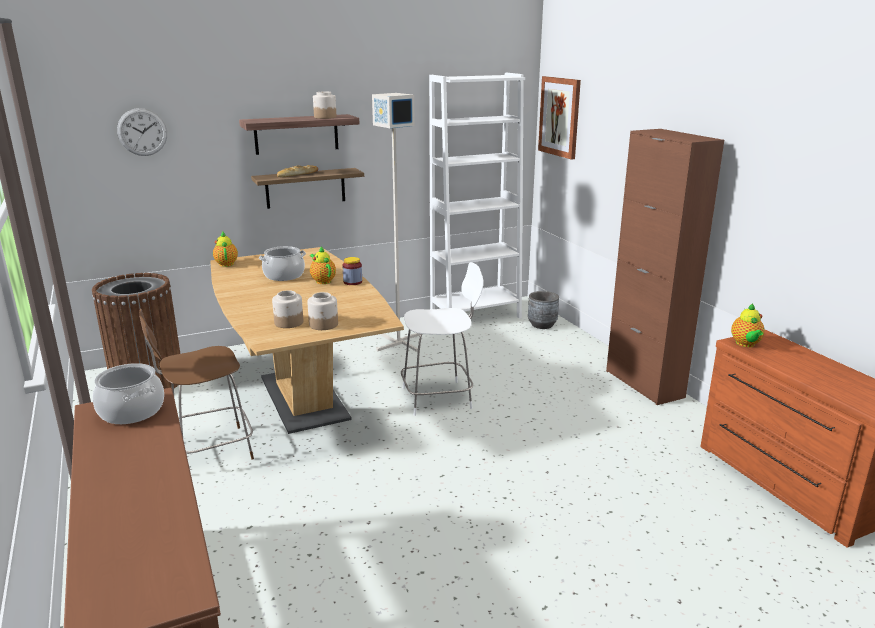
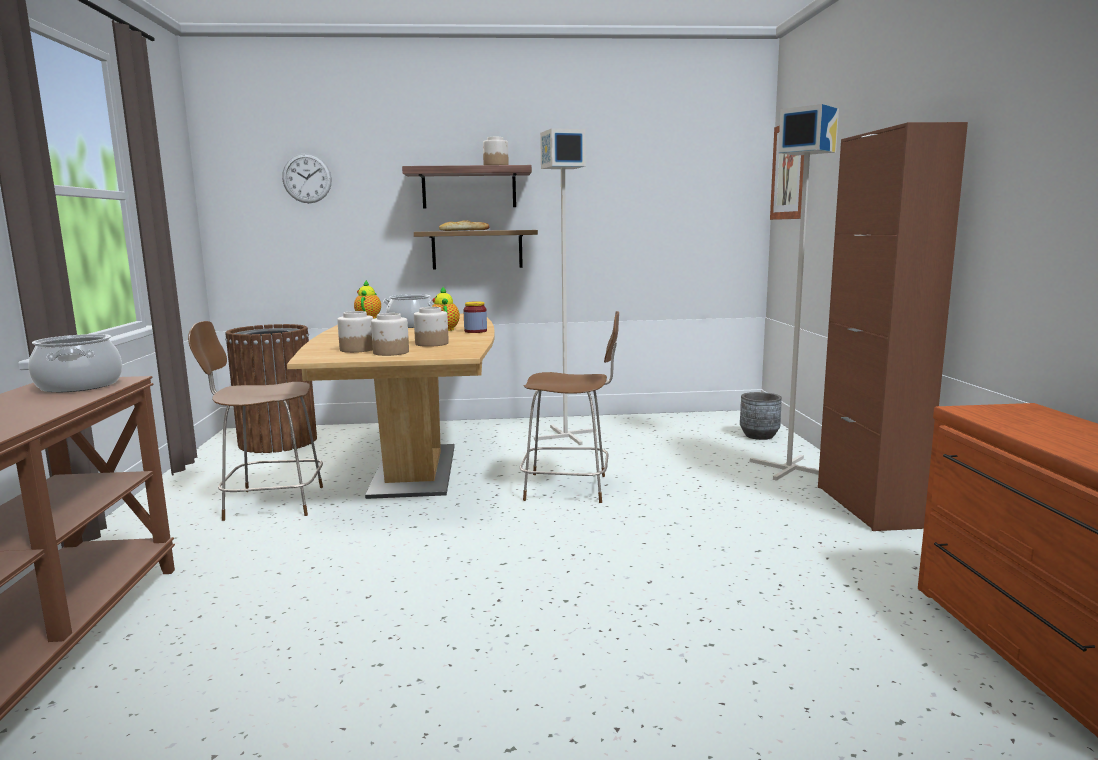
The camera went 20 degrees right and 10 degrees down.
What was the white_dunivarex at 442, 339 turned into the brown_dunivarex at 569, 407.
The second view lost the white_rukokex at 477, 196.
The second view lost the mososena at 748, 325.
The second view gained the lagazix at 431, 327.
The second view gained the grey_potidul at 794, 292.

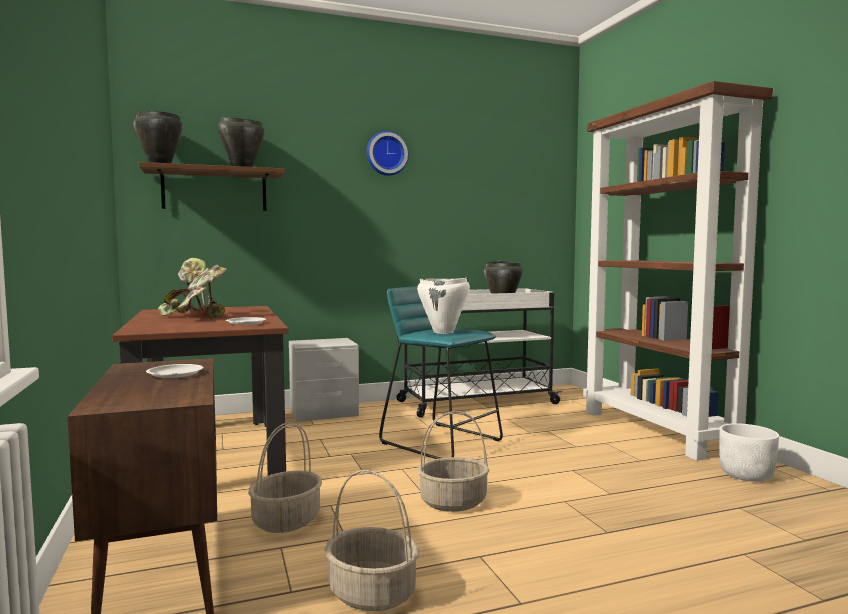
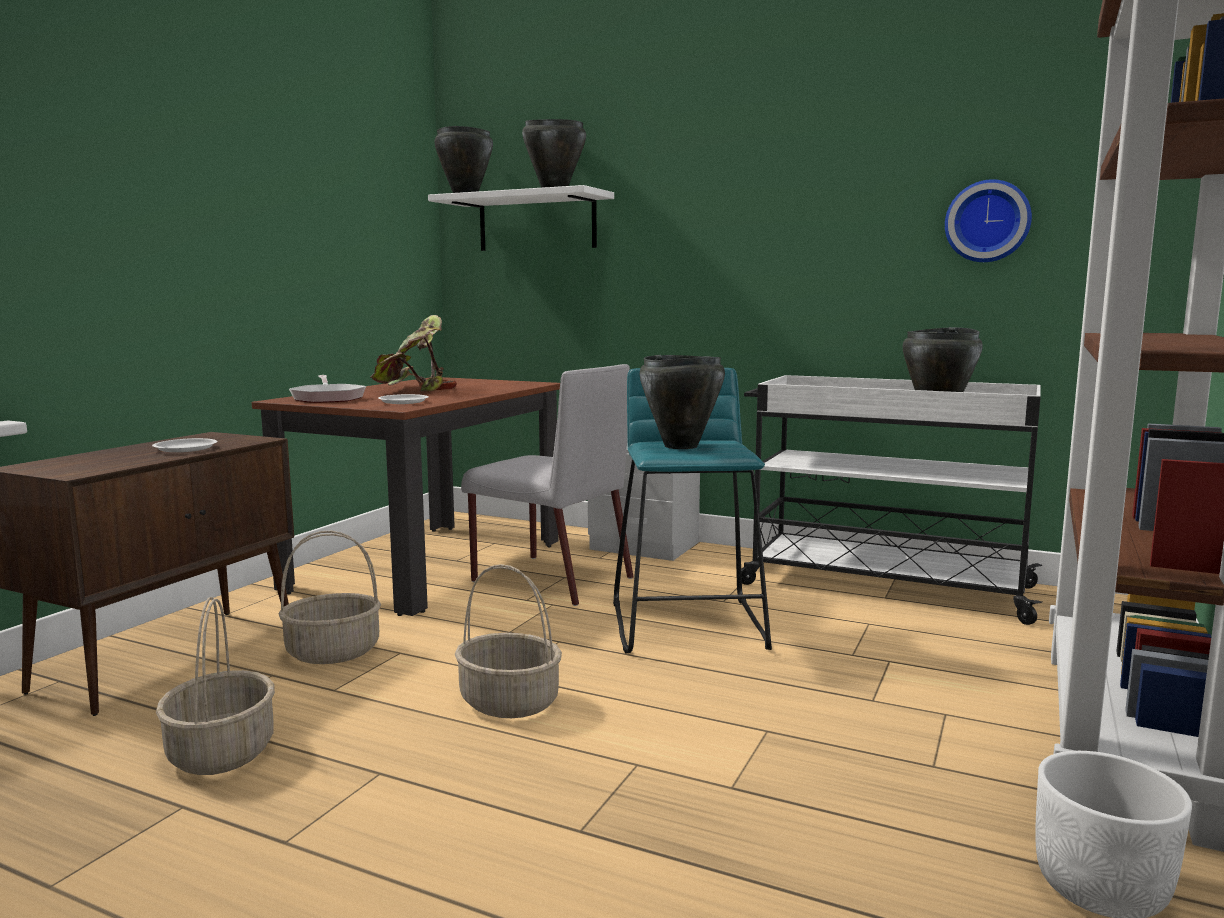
The camera went 45 degrees right and 5 degrees up.
What was the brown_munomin at 212, 186 turned into the white_munomin at 521, 218.
The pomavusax ended up elsewhere, having gone from 388, 153 to 988, 220.
What was the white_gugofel at 443, 305 turned into the black_gugofel at 682, 402.
The second view gained the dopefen at 327, 389.
The second view gained the grey_dunivarex at 547, 485.

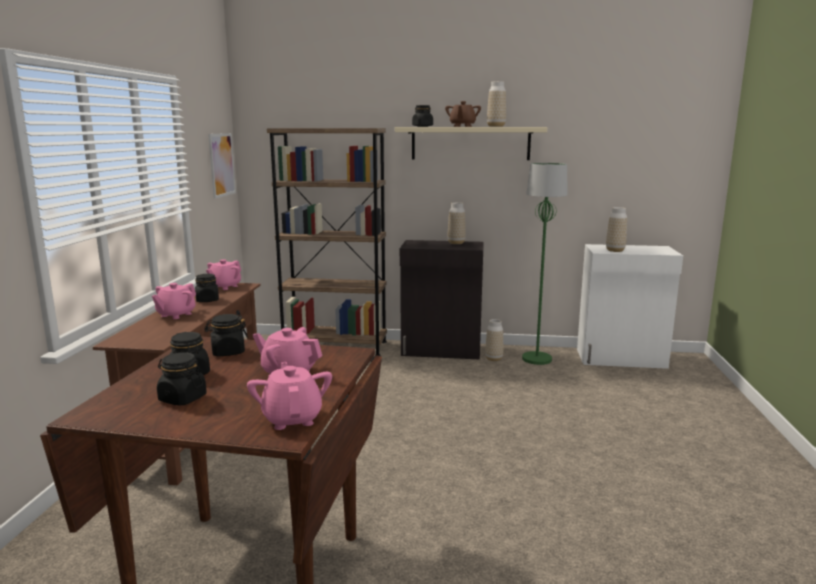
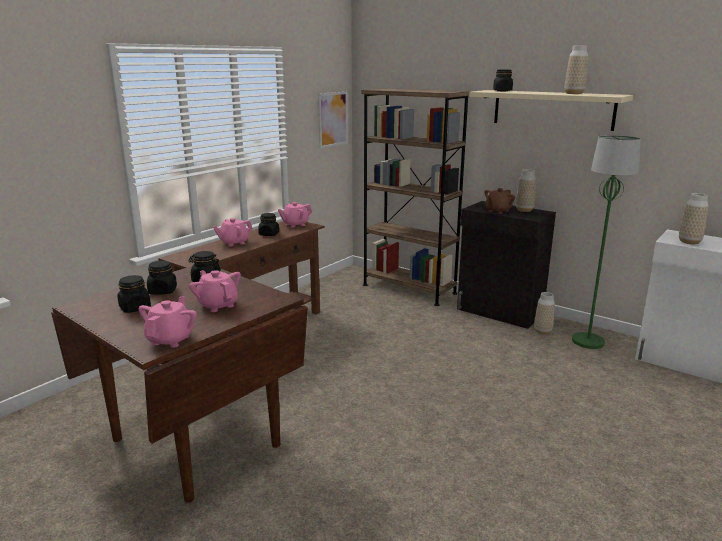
The camera went 30 degrees right and 5 degrees up.
The brown_mososena ended up elsewhere, having gone from 463, 114 to 500, 201.

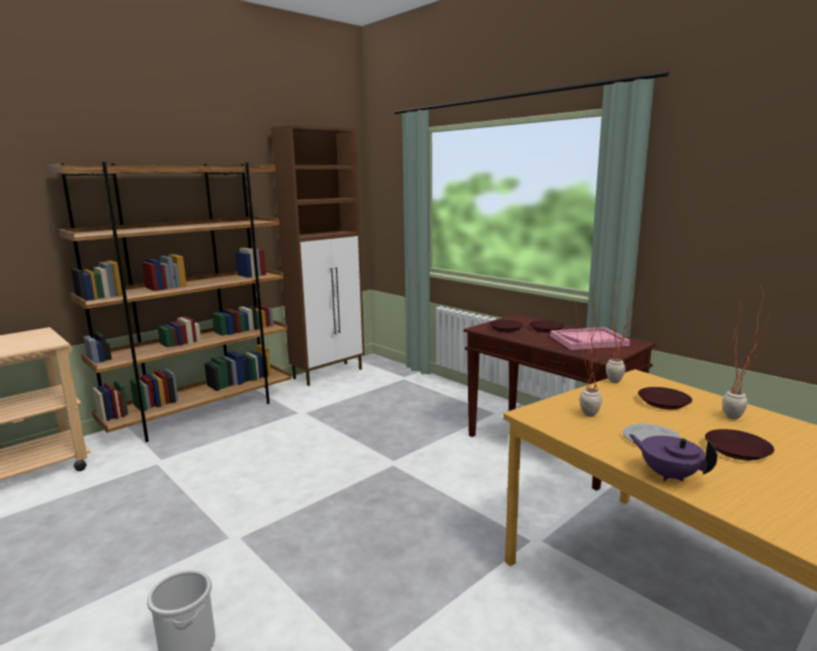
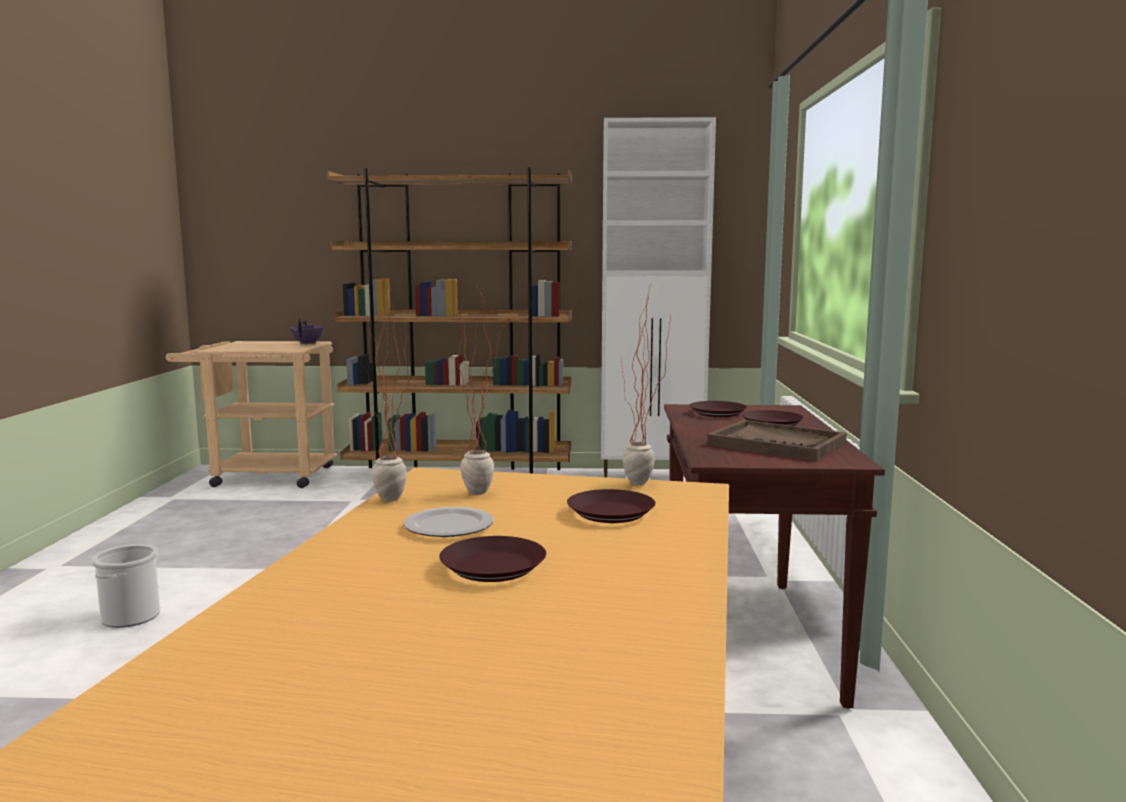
The camera went 45 degrees right and 5 degrees down.
What was the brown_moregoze at 318, 255 turned into the white_moregoze at 658, 297.
What was the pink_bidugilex at 590, 338 turned into the brown_bidugilex at 777, 440.
The purple_mososena ended up elsewhere, having gone from 673, 457 to 307, 331.
The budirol ended up elsewhere, having gone from 748, 353 to 388, 394.

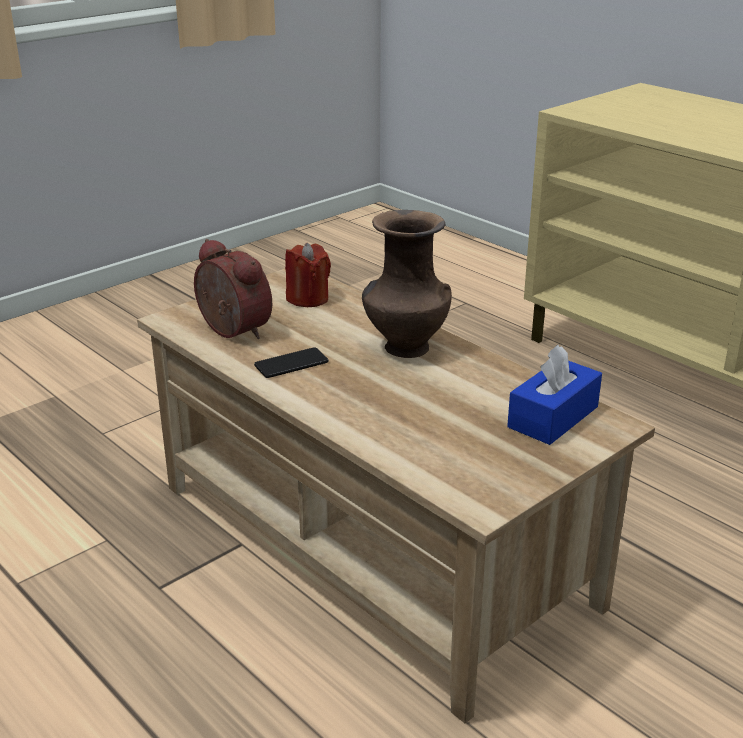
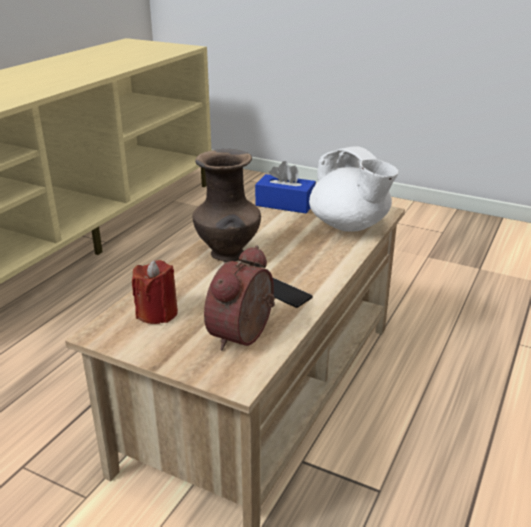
The camera went 110 degrees left and 0 degrees up.
The second view gained the white_mososena at 353, 189.

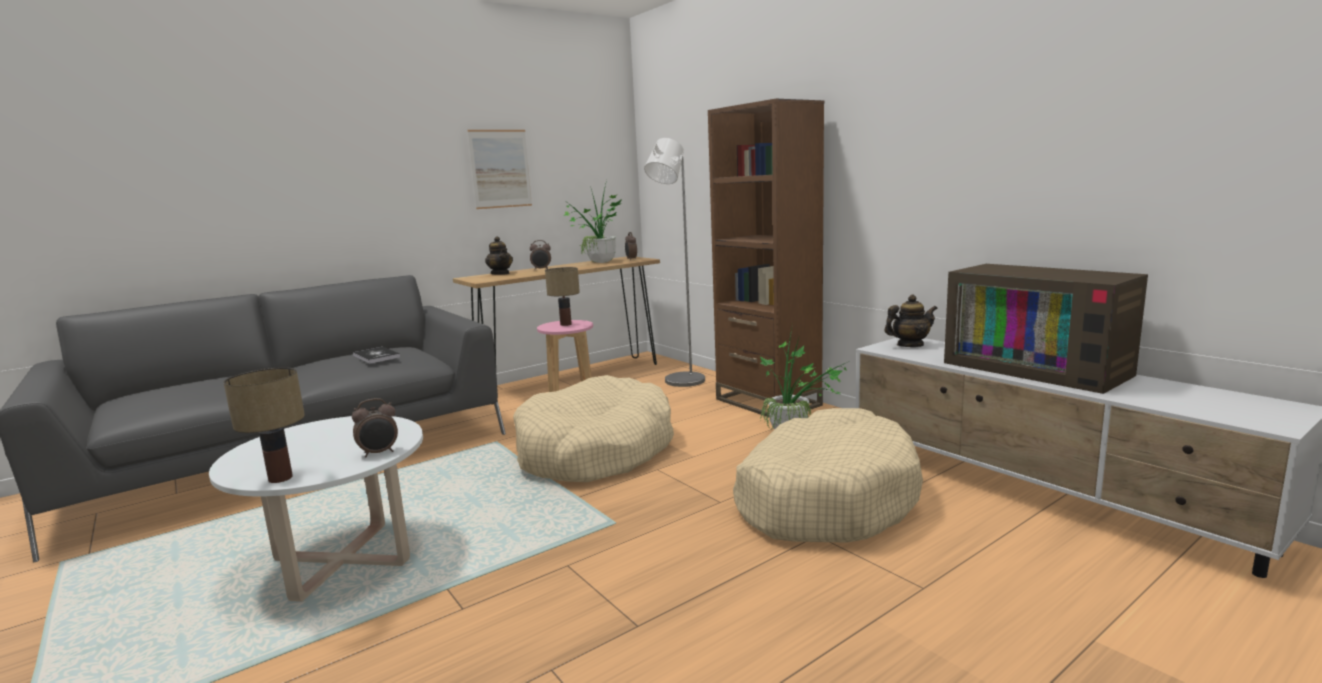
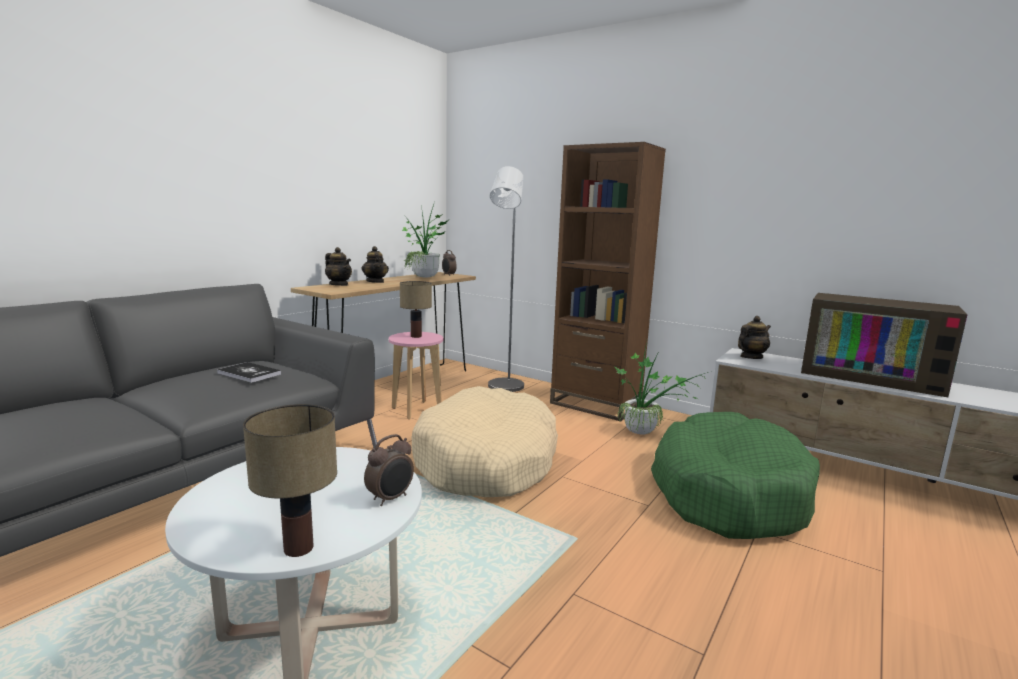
The camera went 20 degrees left and 0 degrees up.
The second view lost the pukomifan at 500, 169.
Where the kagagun stood at 540, 255, the mososena came to stand at 375, 264.
What was the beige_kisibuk at 828, 475 turned into the green_kisibuk at 735, 475.

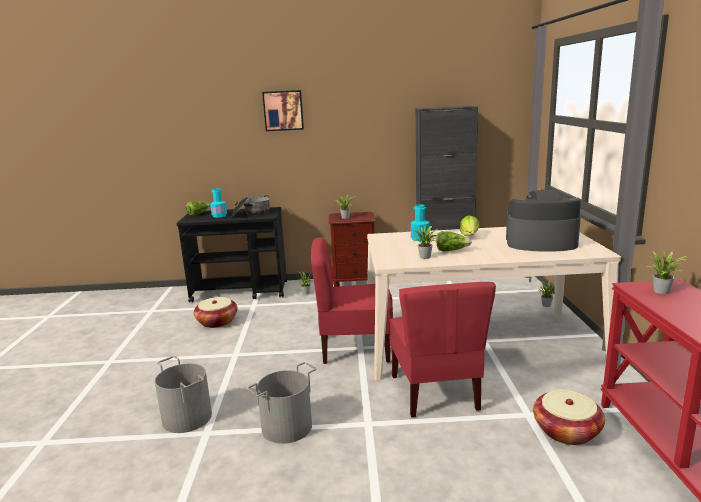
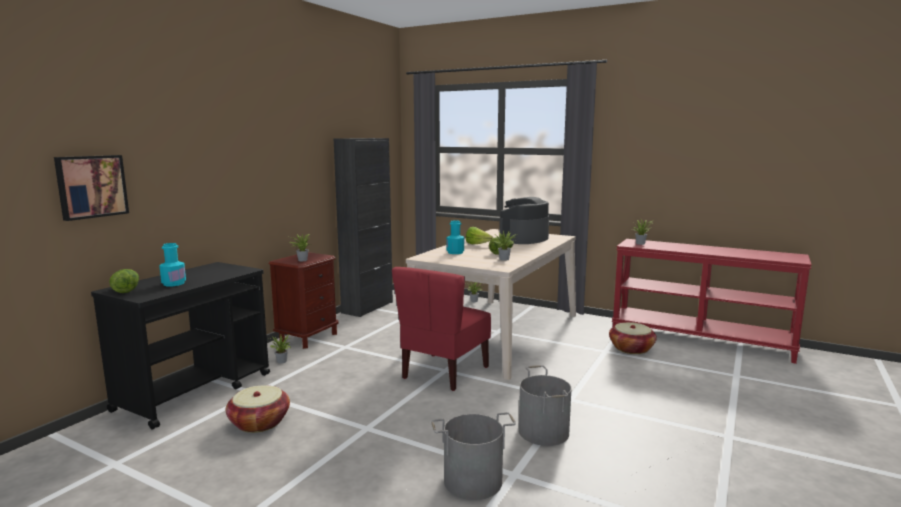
The camera went 60 degrees left and 5 degrees down.
The second view lost the gugofel at 251, 205.
The pukomifan ended up elsewhere, having gone from 283, 110 to 91, 188.
The second view lost the red_dunivarex at 442, 349.

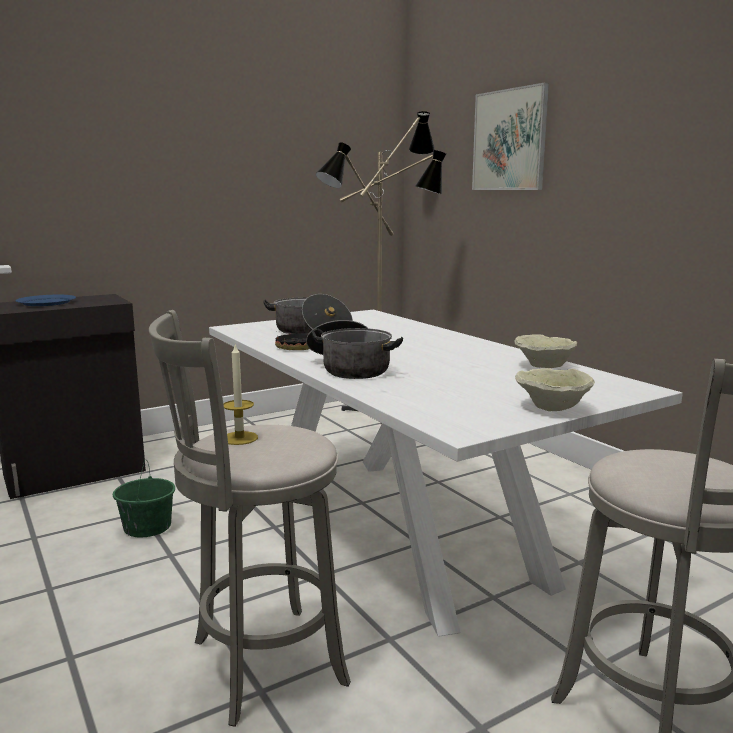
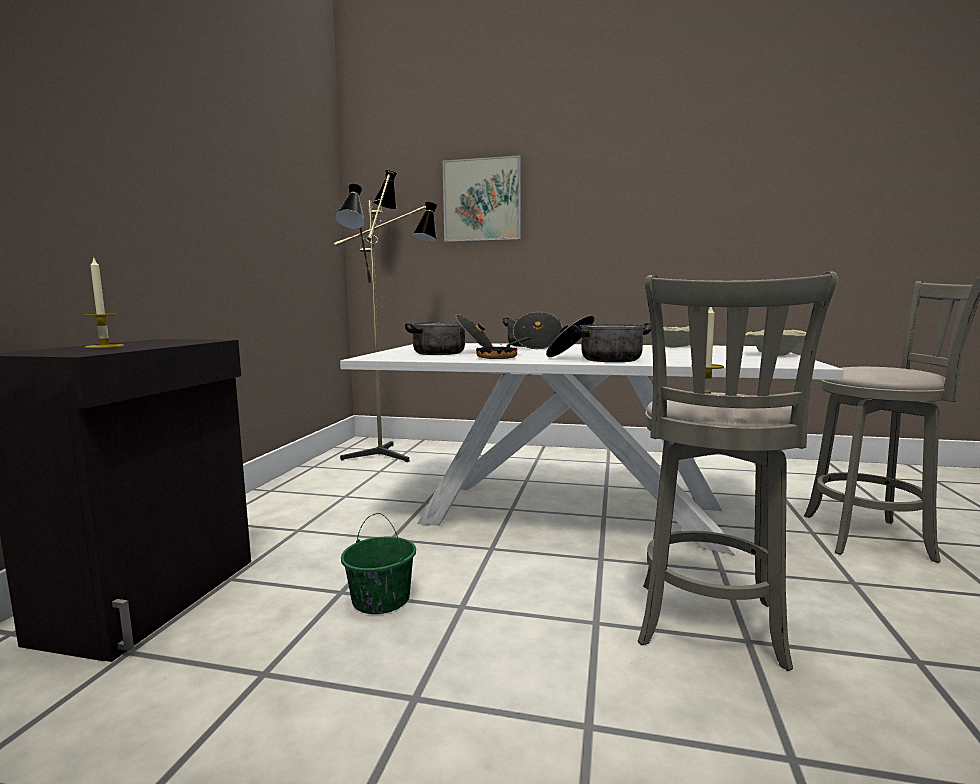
The camera went 45 degrees left and 5 degrees down.
Where the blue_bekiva stood at 46, 300, the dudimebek came to stand at 104, 302.
The second view gained the gugofel at 532, 330.

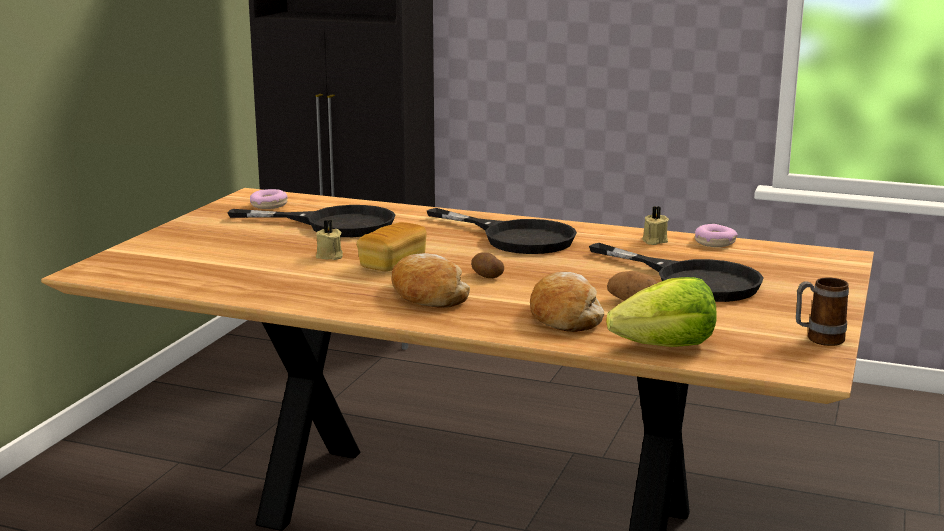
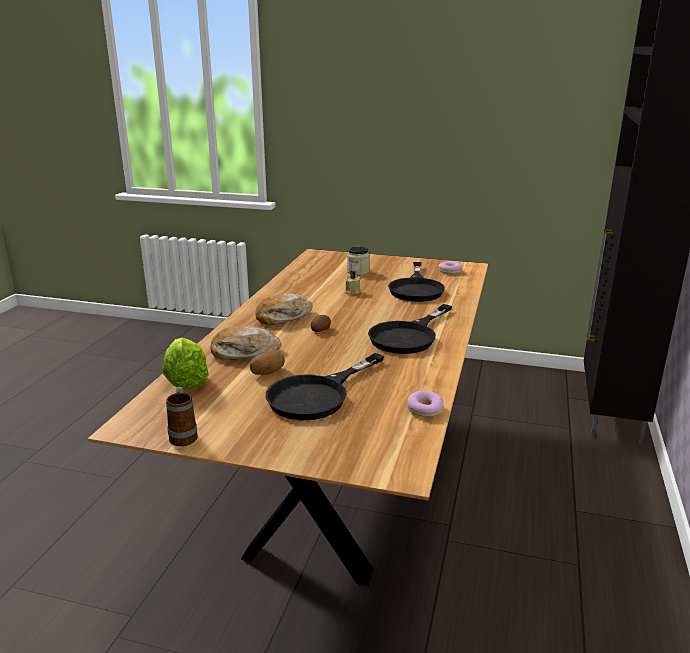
The camera went 85 degrees right and 5 degrees up.
The second view lost the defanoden at 392, 246.
The second view lost the beige_dudimebek at 655, 225.
The second view gained the lagazix at 358, 260.

